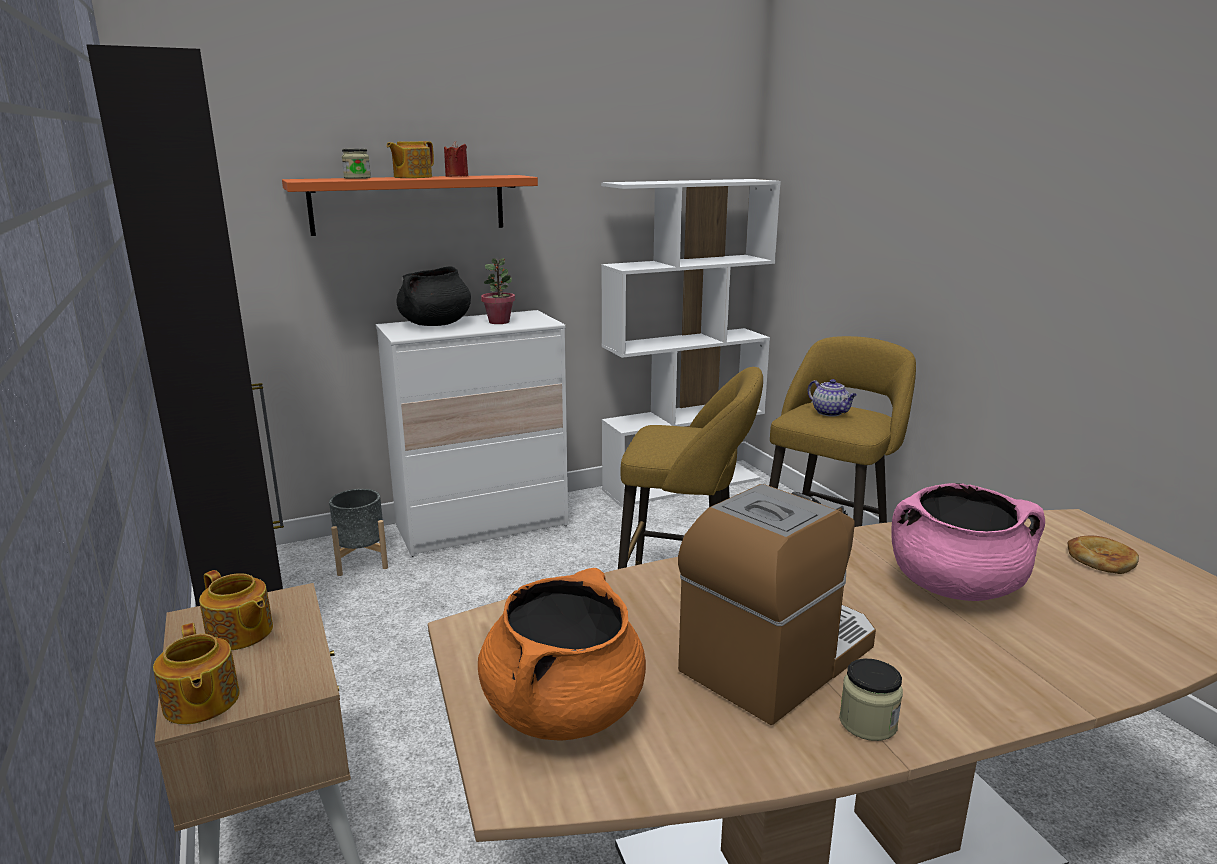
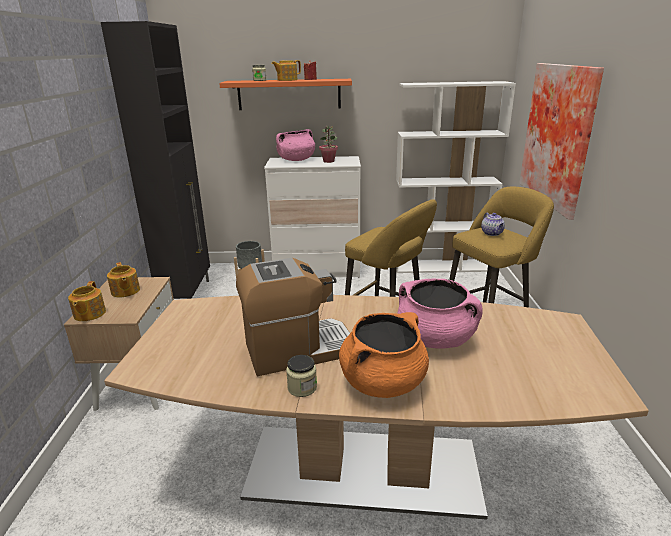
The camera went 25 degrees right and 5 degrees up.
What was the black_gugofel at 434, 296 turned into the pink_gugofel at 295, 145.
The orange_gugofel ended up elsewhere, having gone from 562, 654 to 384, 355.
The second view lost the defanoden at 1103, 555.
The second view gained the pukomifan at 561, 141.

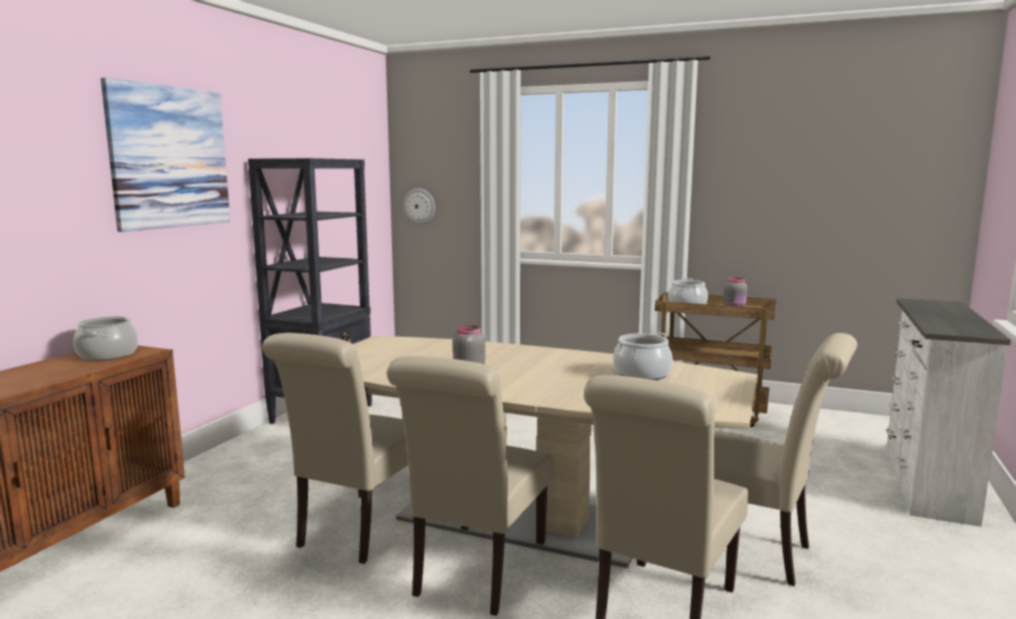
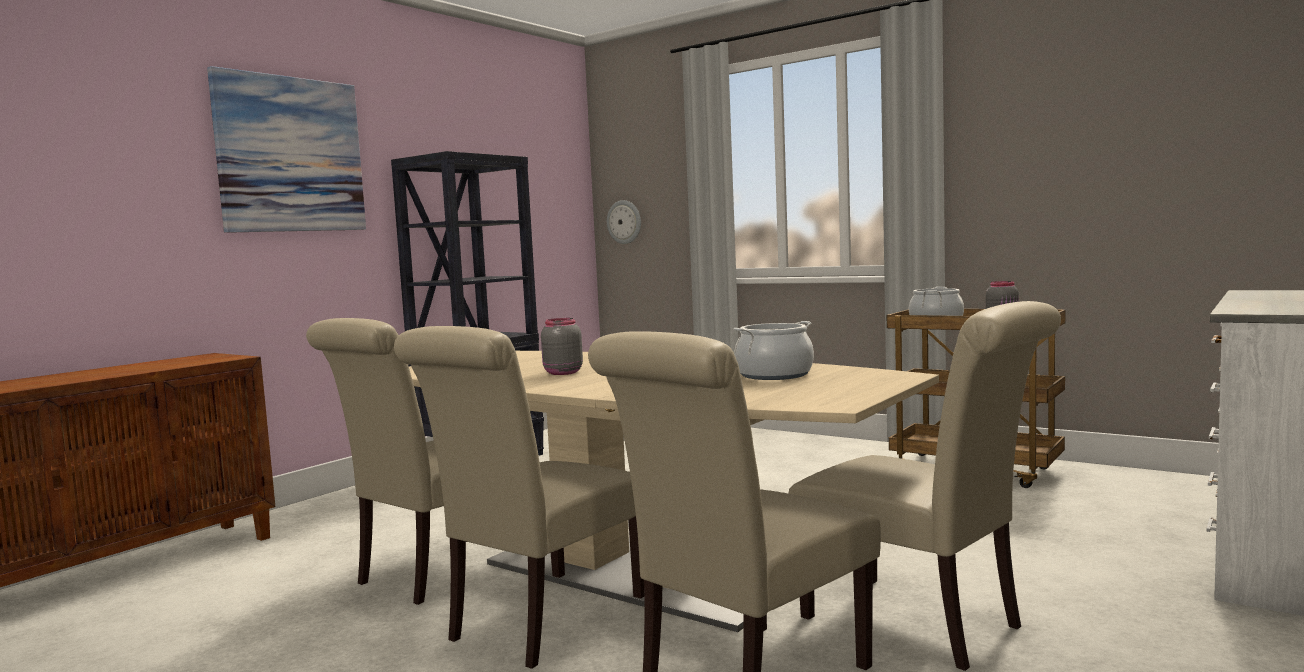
The camera went 15 degrees right and 5 degrees down.
The second view lost the gugofel at 105, 338.

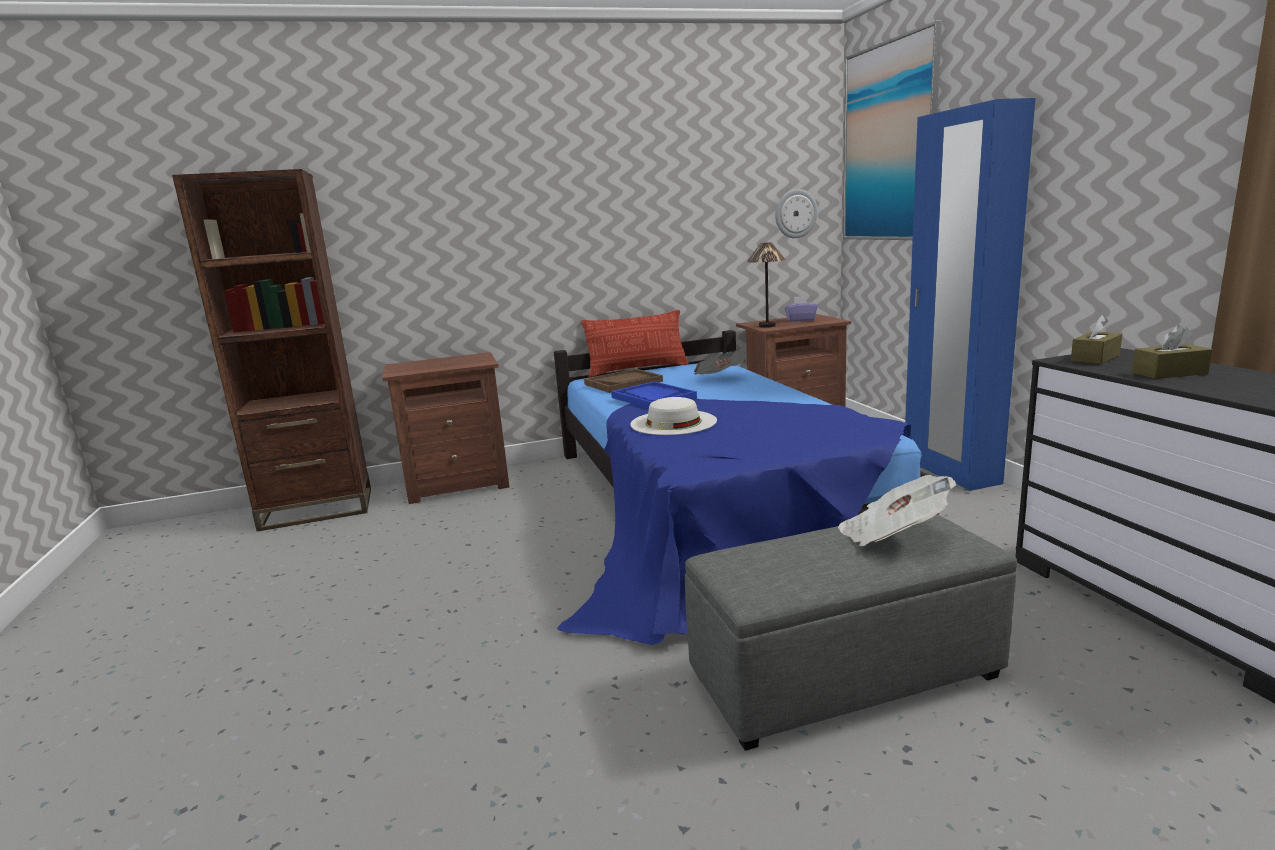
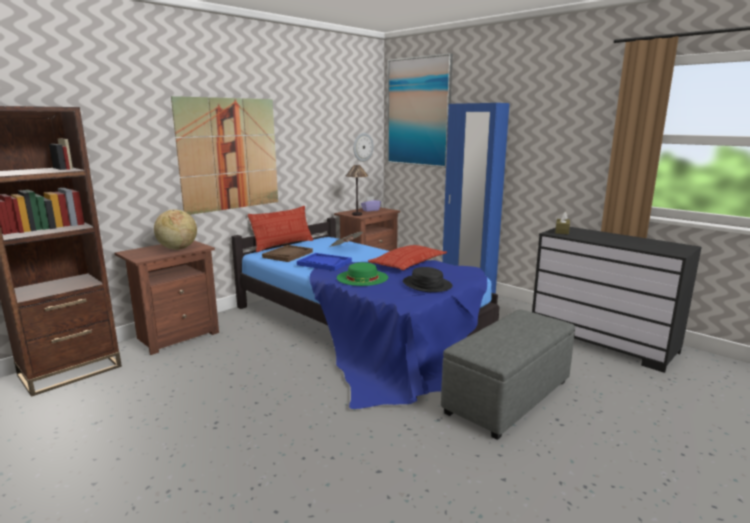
The camera went 30 degrees left and 0 degrees up.
What was the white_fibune at 673, 416 turned into the green_fibune at 362, 274.
The second view lost the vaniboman at 897, 510.
The second view lost the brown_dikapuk at 1172, 352.
The second view gained the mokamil at 175, 230.
The second view gained the pukomifan at 224, 155.
The second view gained the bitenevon at 407, 258.
The second view gained the black_fibune at 428, 279.

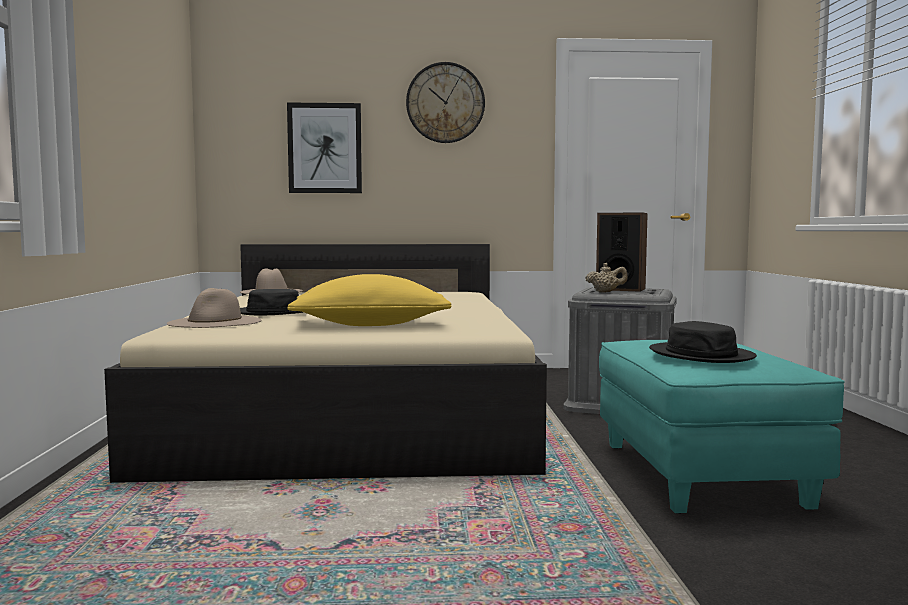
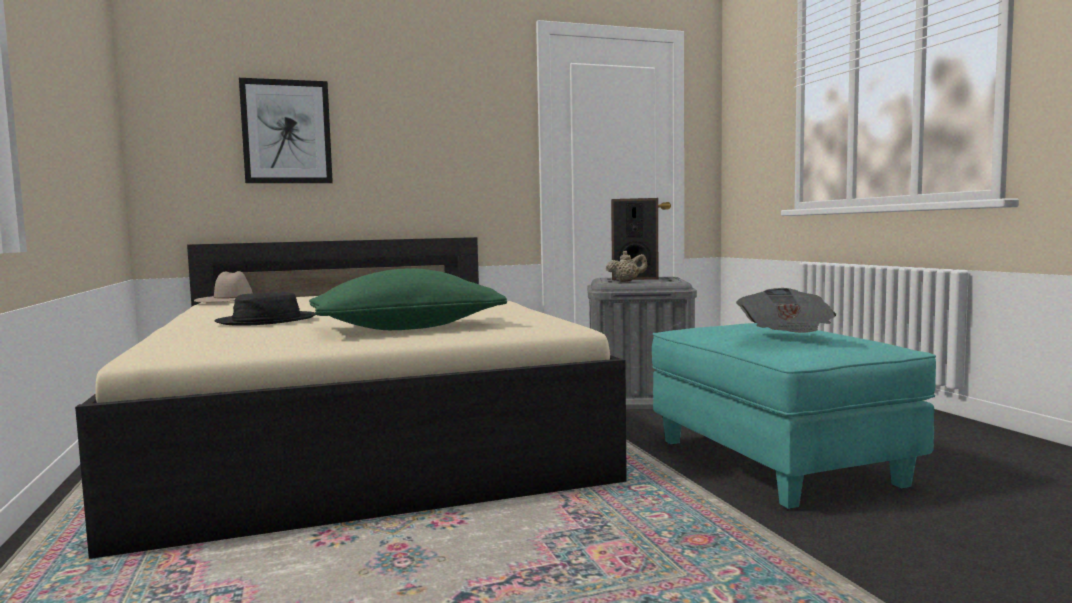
The camera went 15 degrees left and 0 degrees up.
The second view lost the beige_fibune at 214, 308.
What was the yellow_bitenevon at 369, 300 turned into the green_bitenevon at 408, 299.
The second view lost the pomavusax at 445, 102.
Where the black_fibune stood at 703, 342, the vaniboman came to stand at 786, 310.

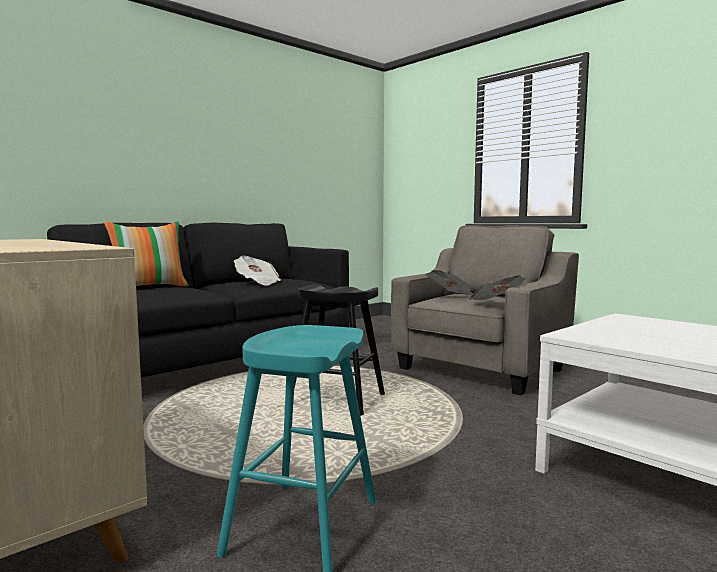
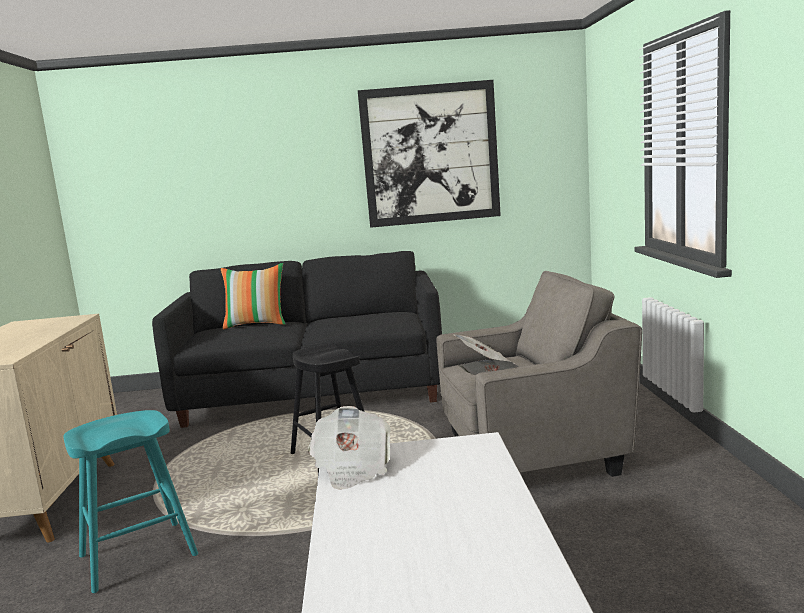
The camera went 40 degrees right and 5 degrees up.
The vaniboman ended up elsewhere, having gone from 257, 271 to 349, 448.
The second view gained the pukomifan at 429, 154.

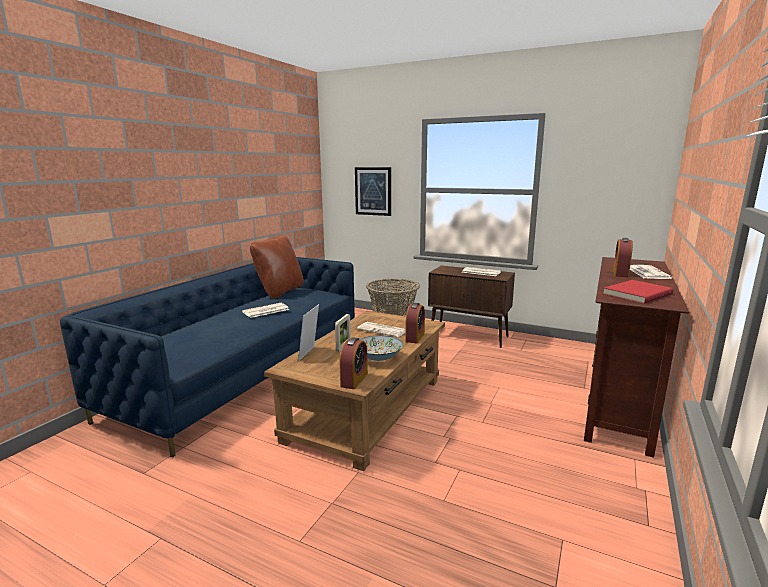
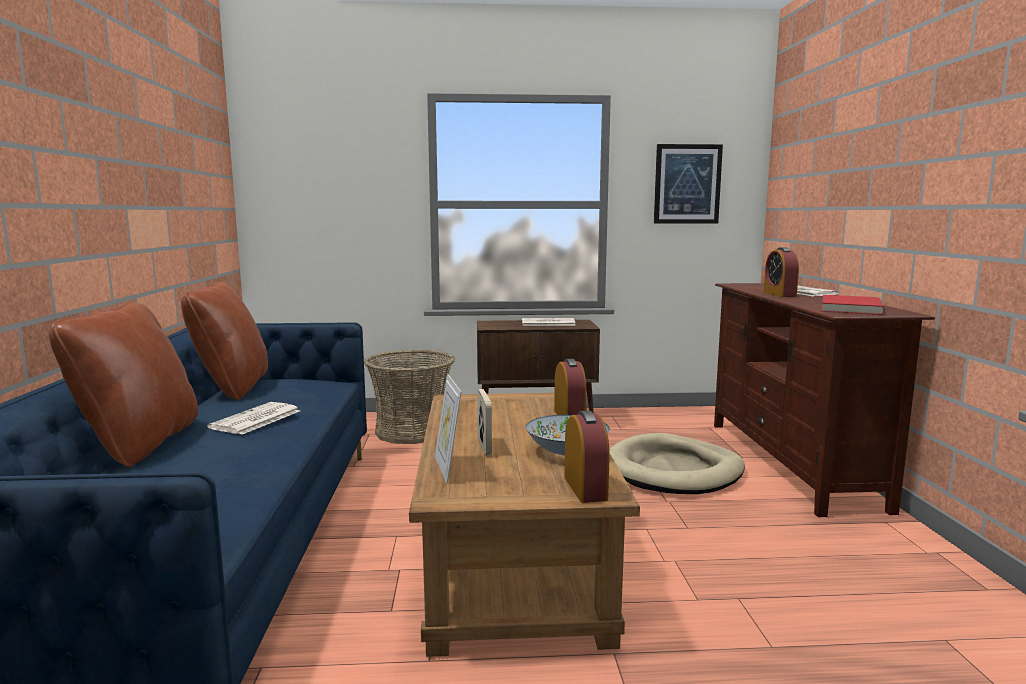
The camera went 30 degrees left and 5 degrees down.
The pukomifan ended up elsewhere, having gone from 373, 191 to 688, 183.
The second view lost the vaniboman at 381, 329.
The second view gained the brown_bitenevon at 124, 384.
The second view gained the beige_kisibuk at 677, 463.

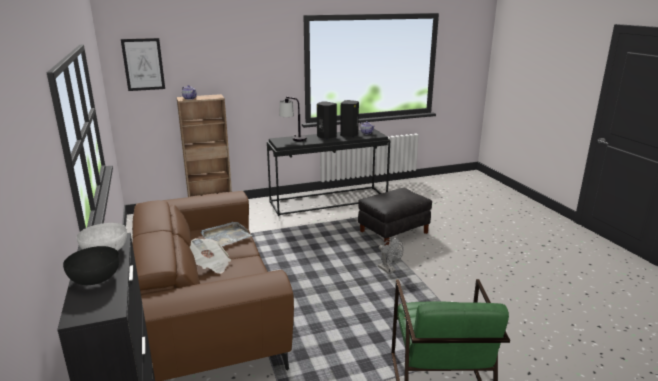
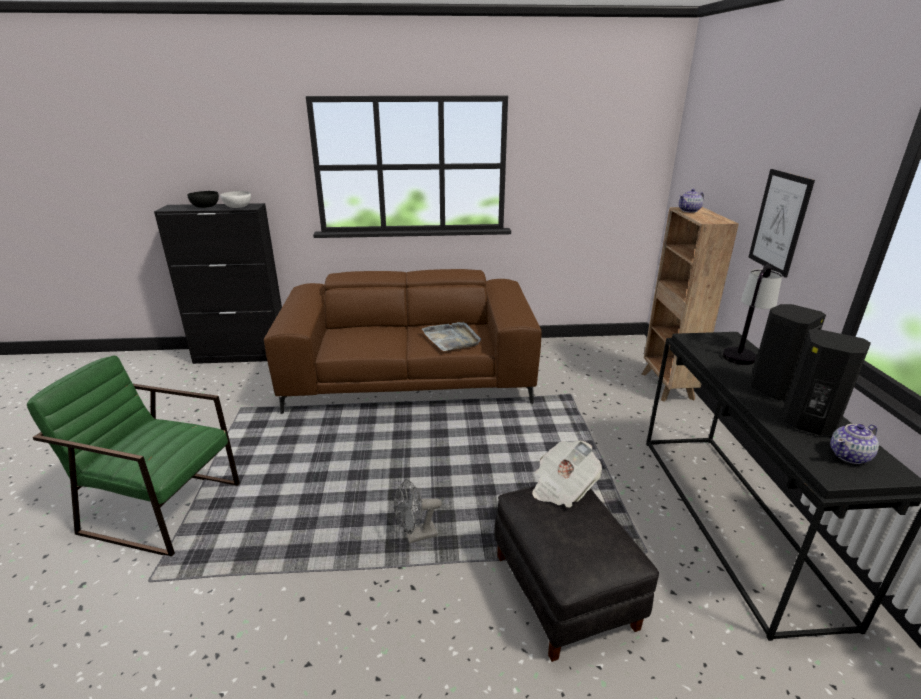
The camera went 105 degrees right and 5 degrees up.
The pukomifan ended up elsewhere, having gone from 143, 64 to 781, 223.
The vaniboman ended up elsewhere, having gone from 210, 256 to 567, 474.

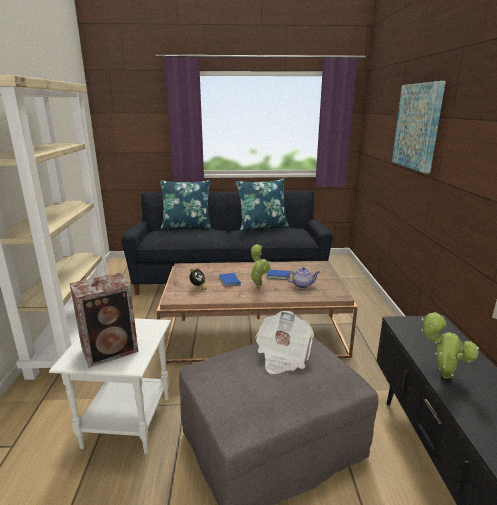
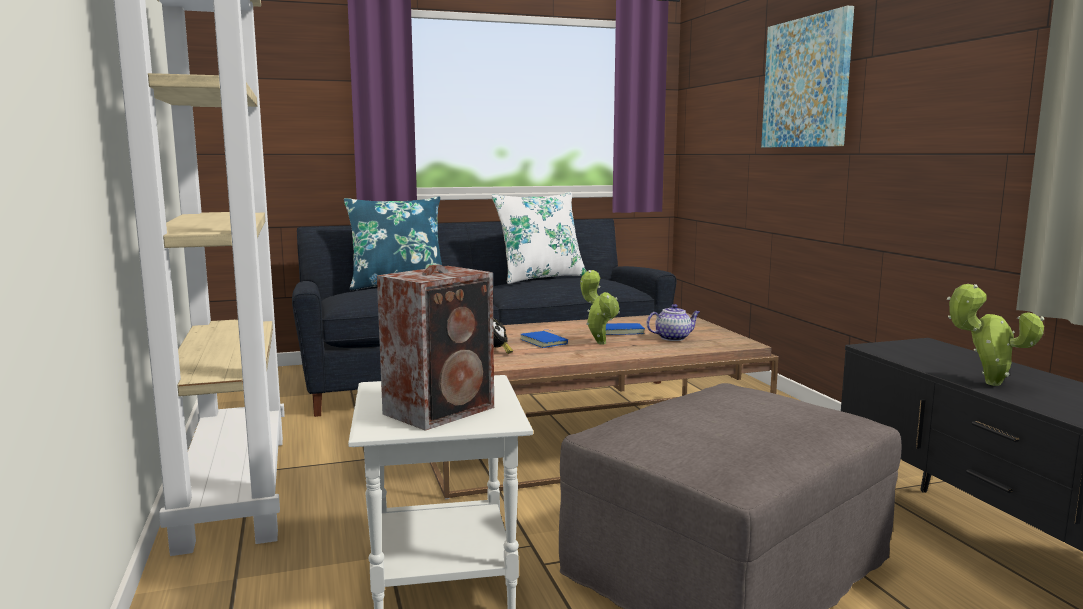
The camera went 15 degrees left and 10 degrees down.
What was the blue_bitenevon at 262, 204 turned into the white_bitenevon at 539, 238.
The second view lost the vaniboman at 284, 342.

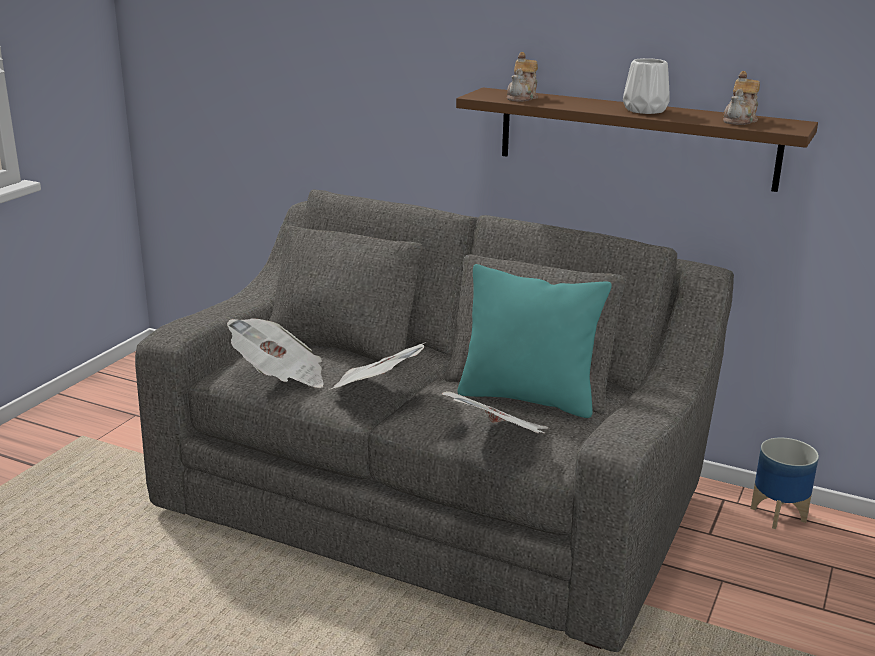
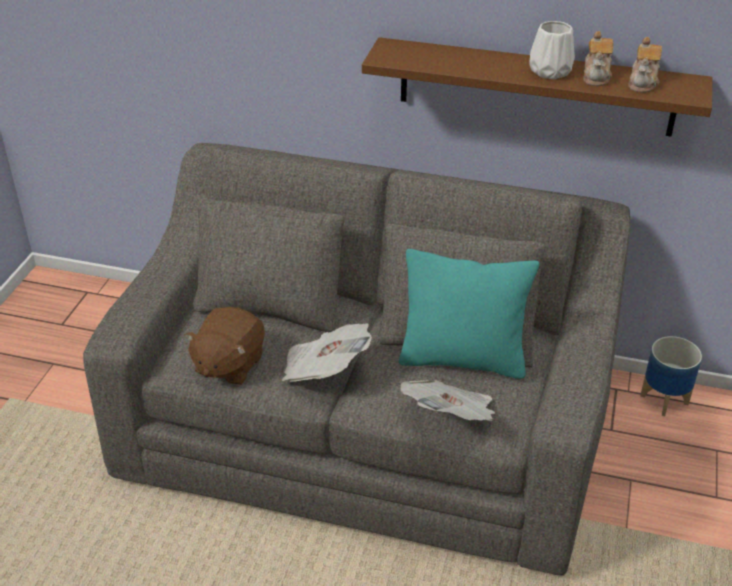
The camera went 10 degrees left and 15 degrees up.
Where the vaniboman stood at 275, 353, the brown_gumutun came to stand at 224, 346.
The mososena ended up elsewhere, having gone from 522, 77 to 598, 58.

